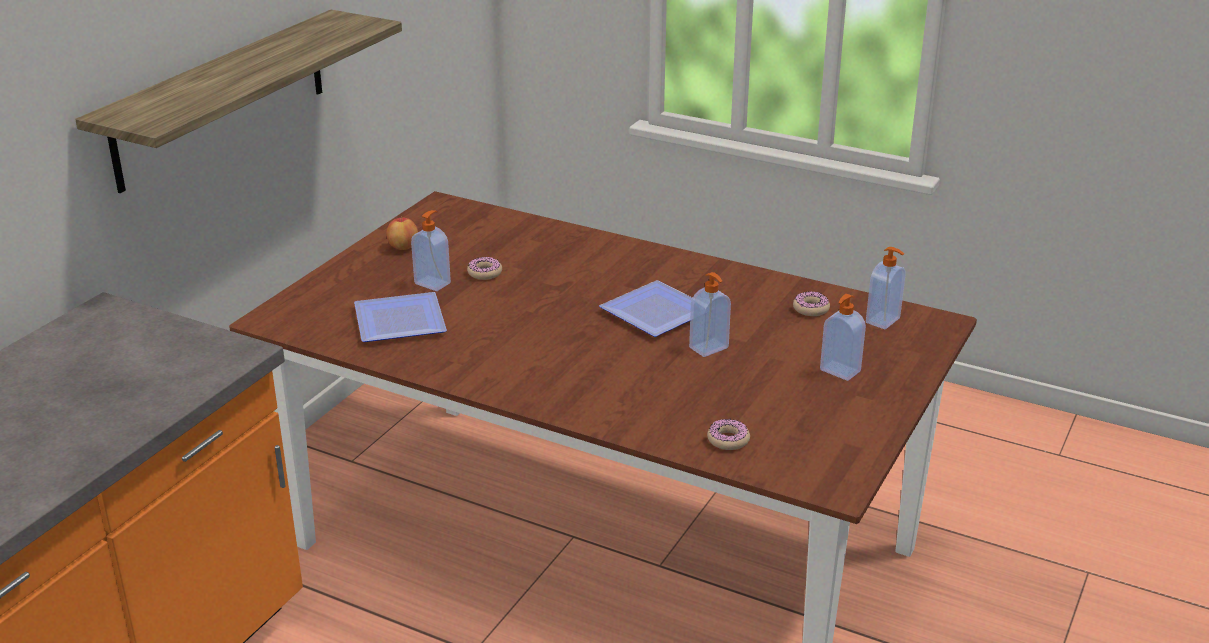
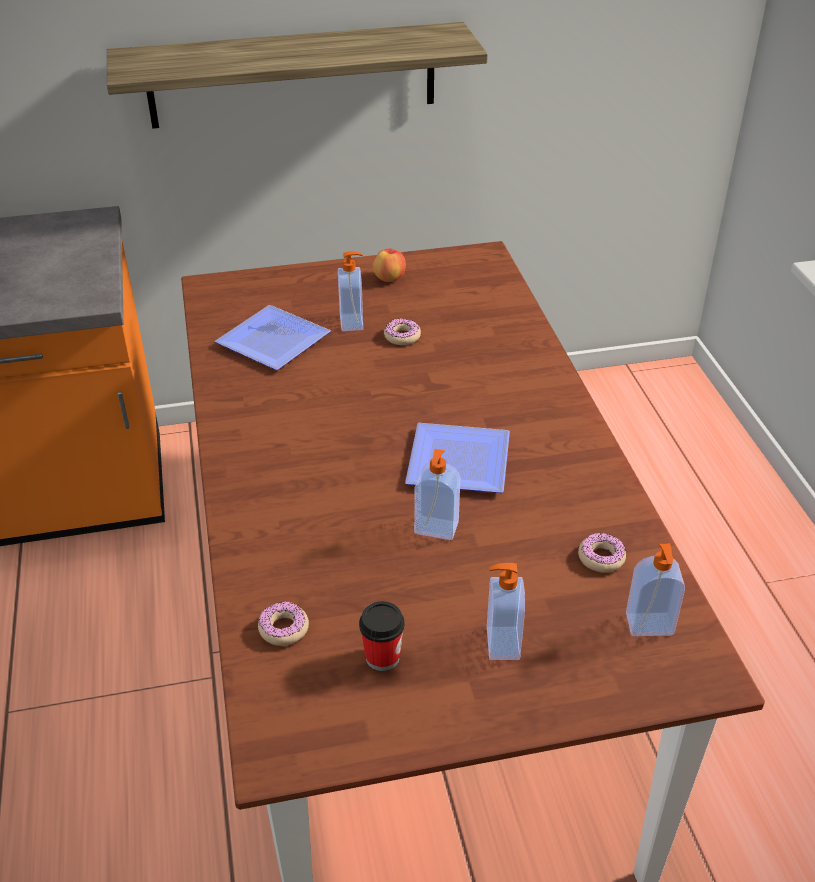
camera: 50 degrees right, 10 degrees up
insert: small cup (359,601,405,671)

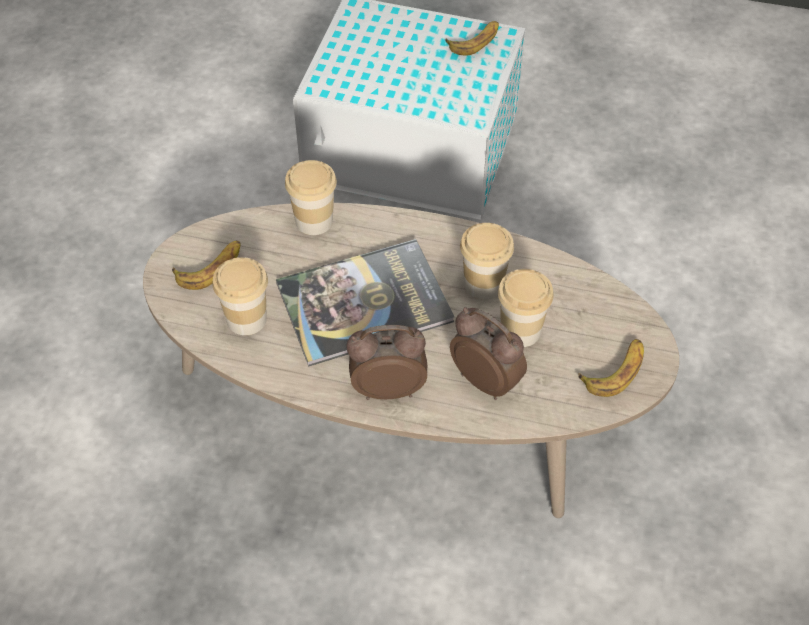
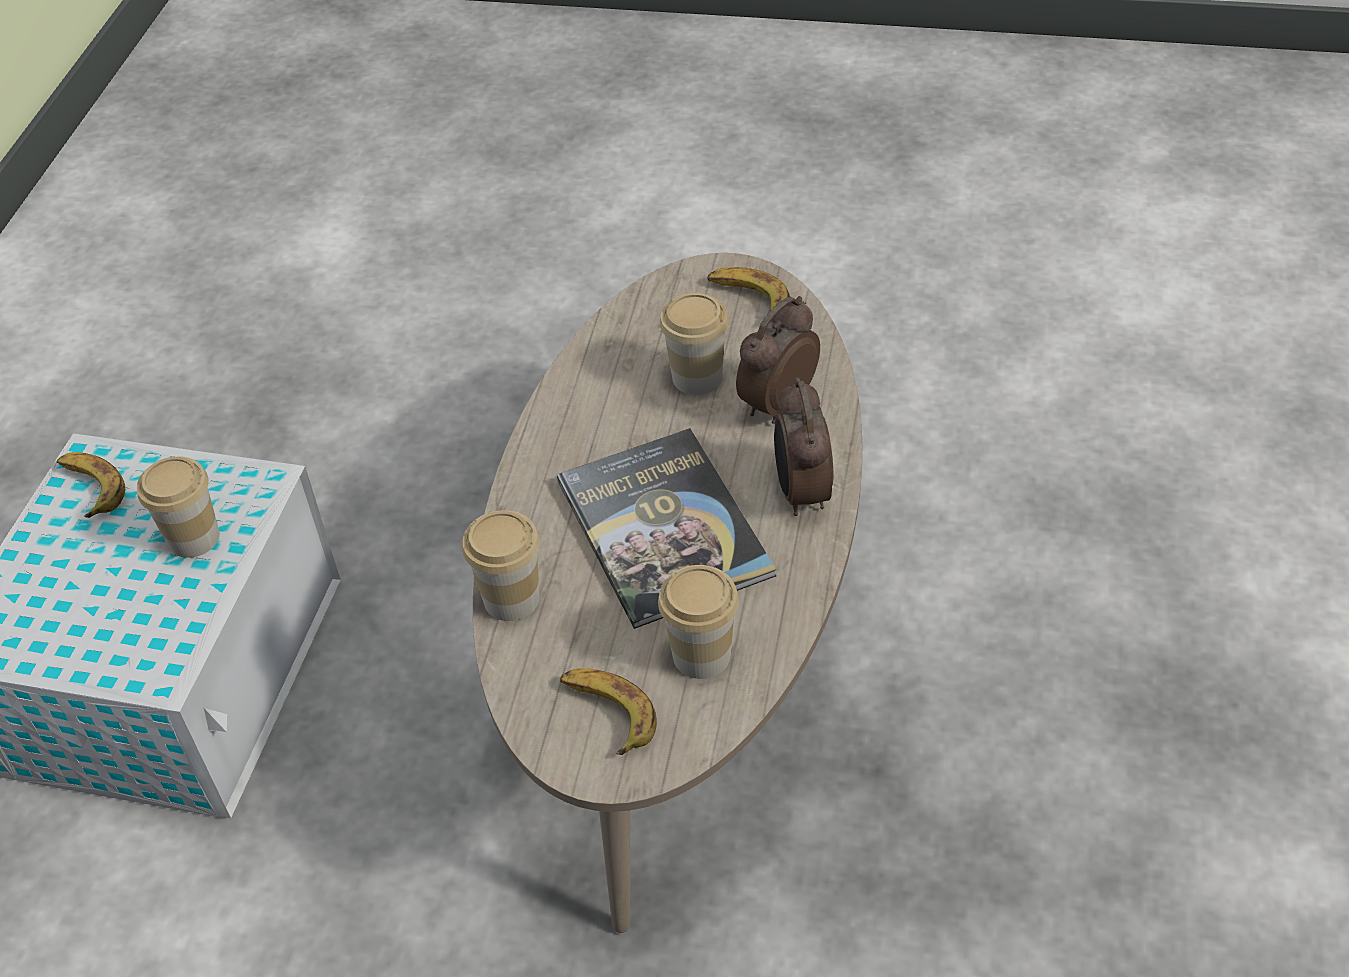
camera: 90 degrees left, 5 degrees down
move: small cup (460,223,514,300) to (137,457,220,558)

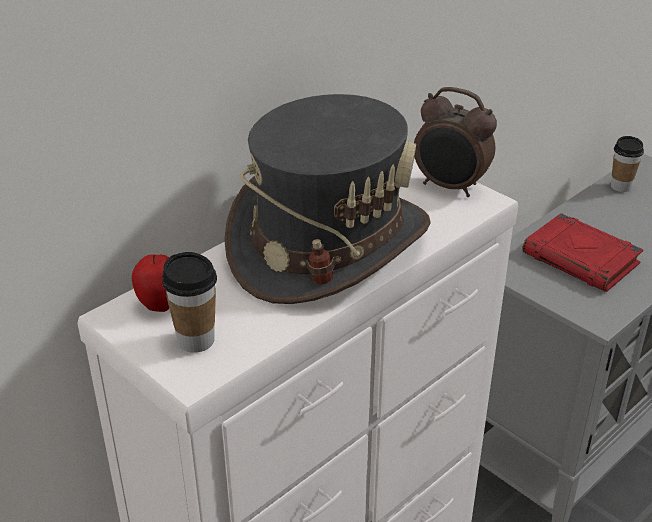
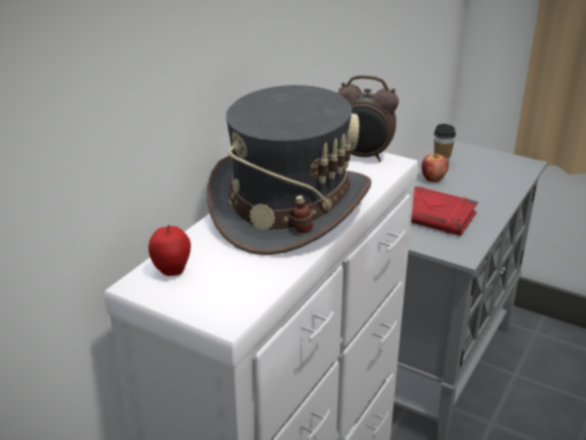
camera: 15 degrees left, 5 degrees down
delete: small cup (162,252,217,353)
insert: apple fruit (421,153,449,182)

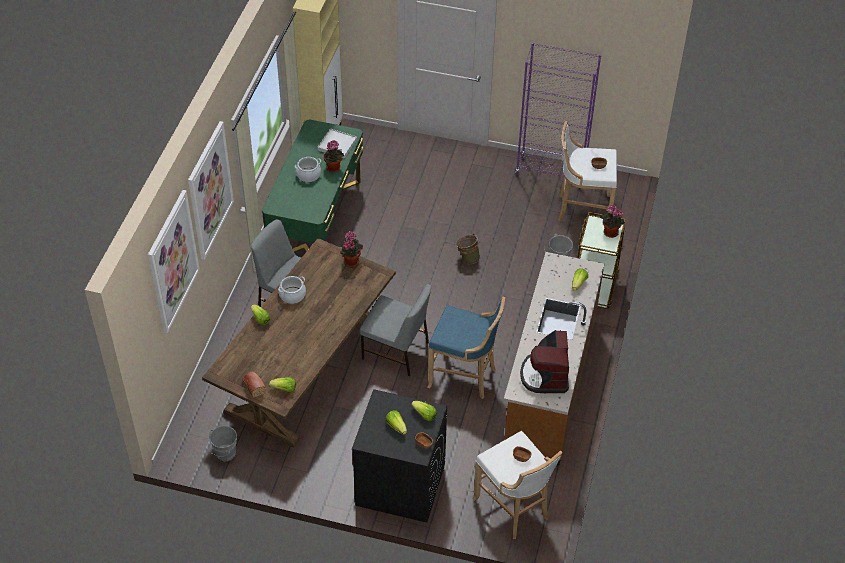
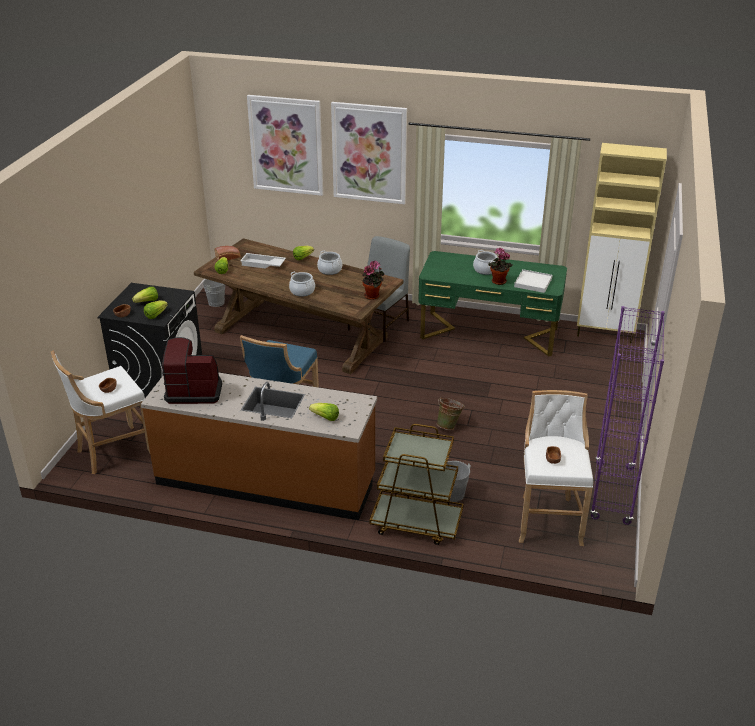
camera: 90 degrees right, 15 degrees down
delete: upright chair (grey) (360,284,431,376); houseplant (601,205,625,238)
insert: serving tray (white) (240,253,286,269); cooking pot (289,272,315,296)

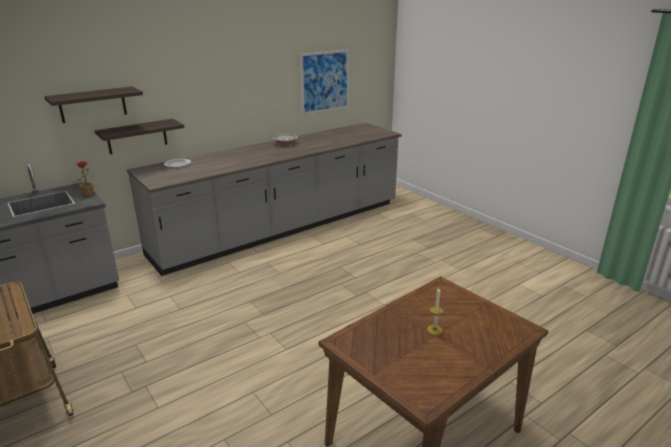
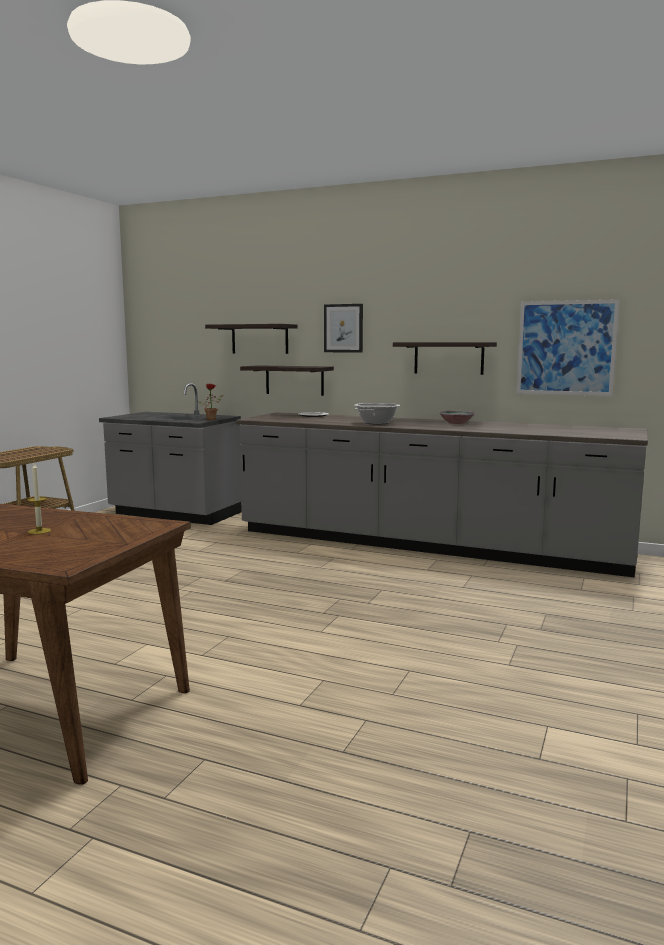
camera: 60 degrees right, 15 degrees down
insert: wall picture (324,304,363,353); cooking pot (354,403,400,424); bracket shelf (393,342,497,375)

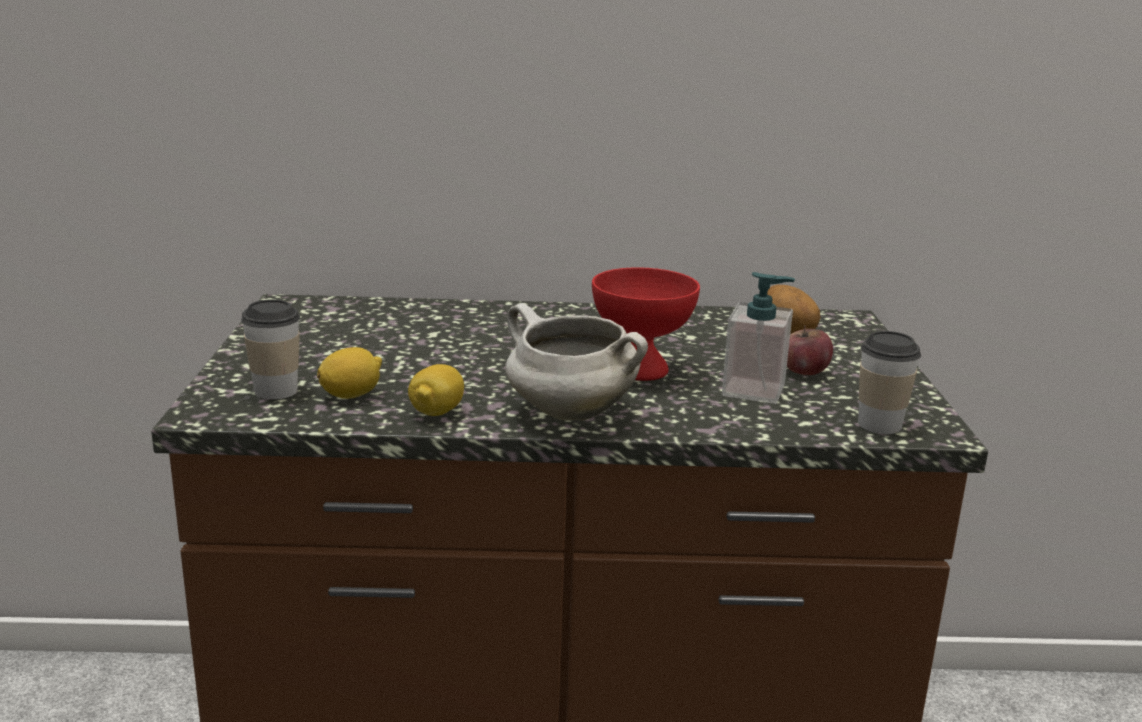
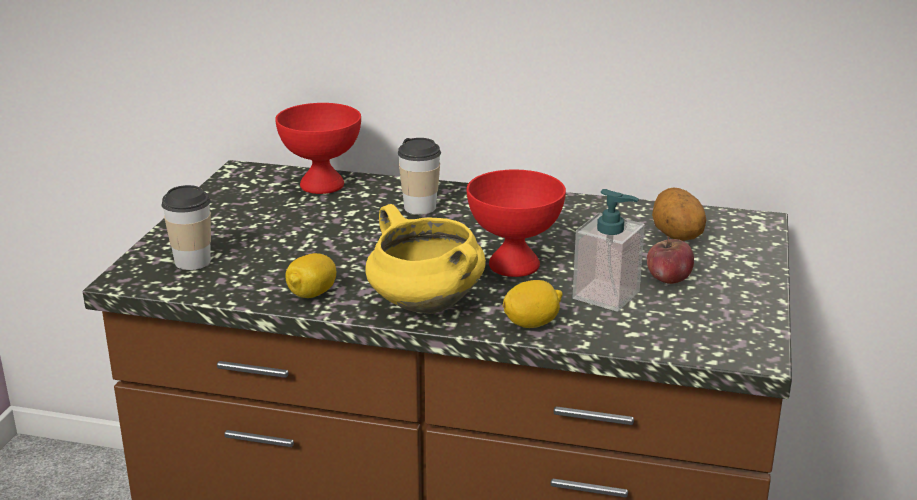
camera: 15 degrees right, 5 degrees up
insert: bowl (reddish) (275,103,361,194)
move: citrus fruit (317,347,382,399) to (503,280,563,328); small cup (858,331,921,434) to (397,138,441,215)
recolor: cooking pot (white) (505,303,648,421) to cooking pot (yellowish) (366,204,486,314)

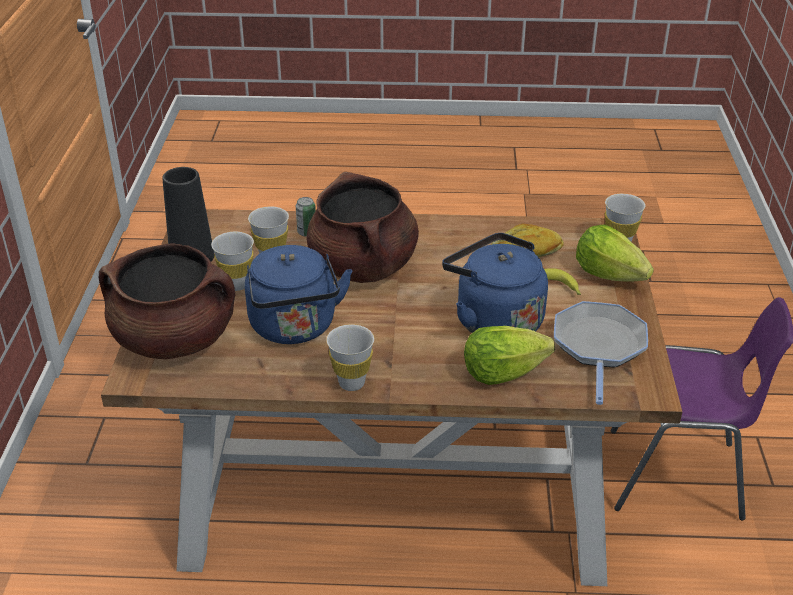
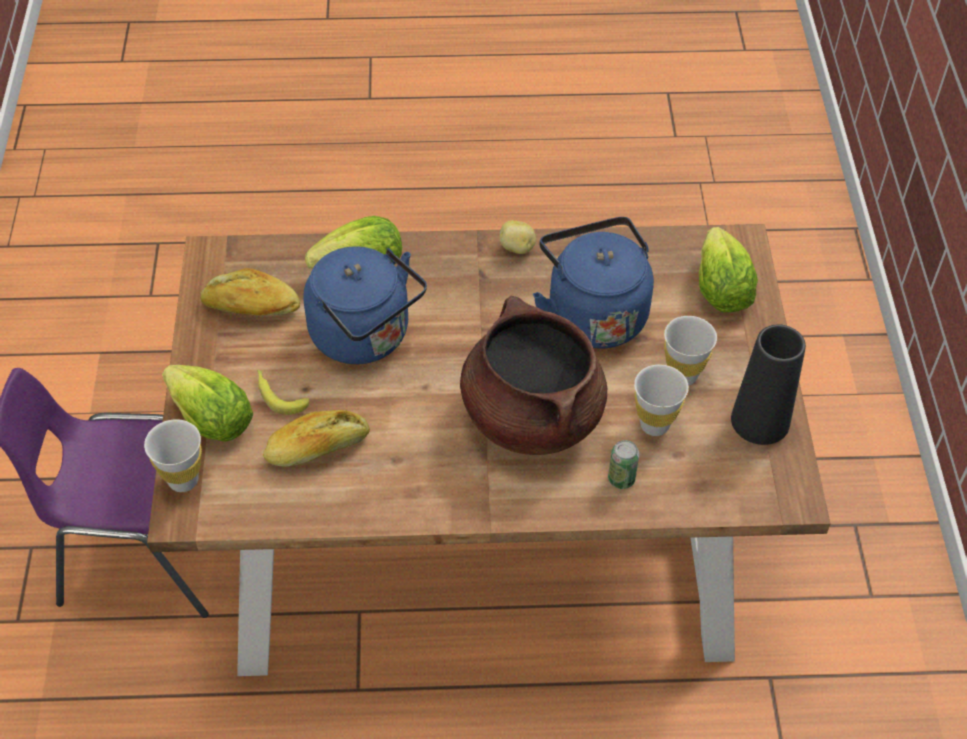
camera: 175 degrees right, 15 degrees up
replace: cooking pot (brown-coloured) (99,244,235,359) to head of lettuce (699,227,758,313); small cup (white) (327,324,374,391) to whole potato (500,220,536,254); pan (554,301,648,405) to bakery bread (200,268,300,315)

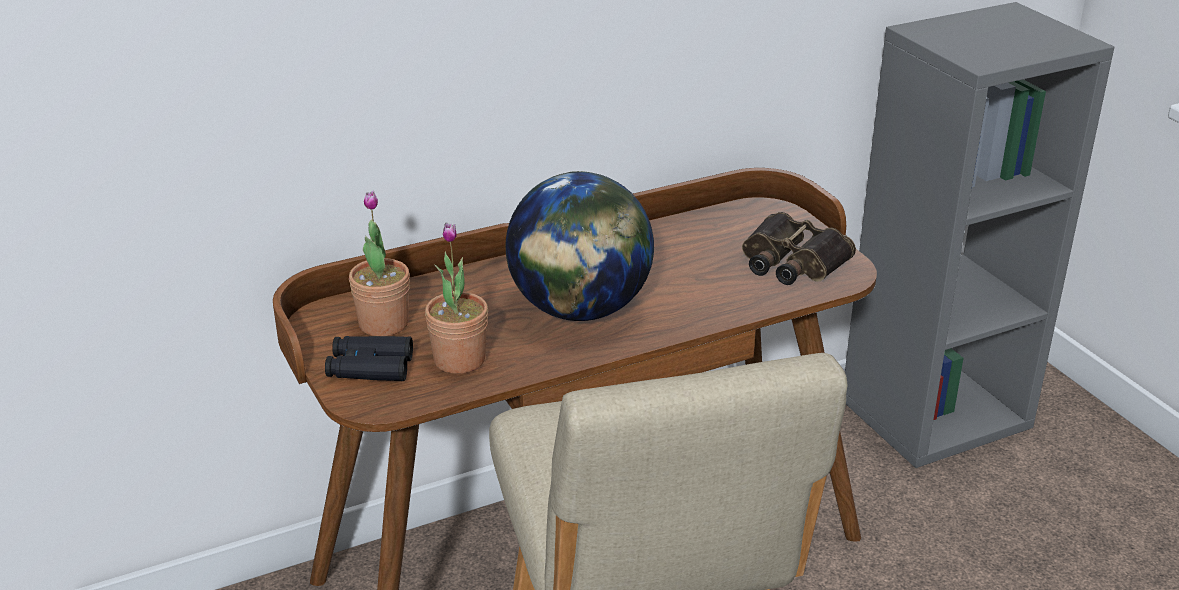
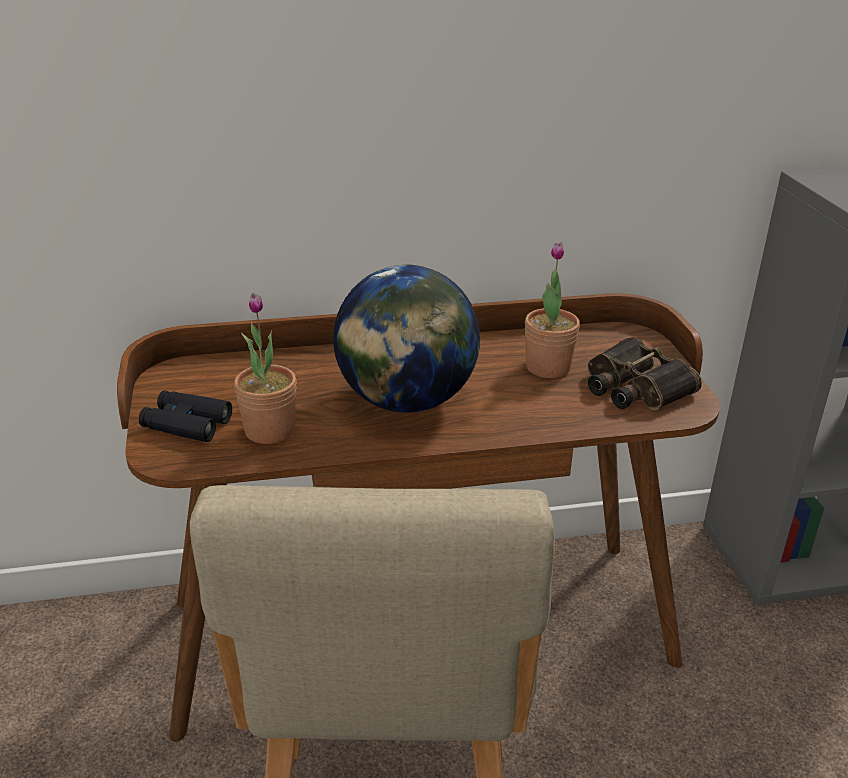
camera: 15 degrees right, 0 degrees up
move: houseplant (349,191,410,336) to (525,242,580,378)

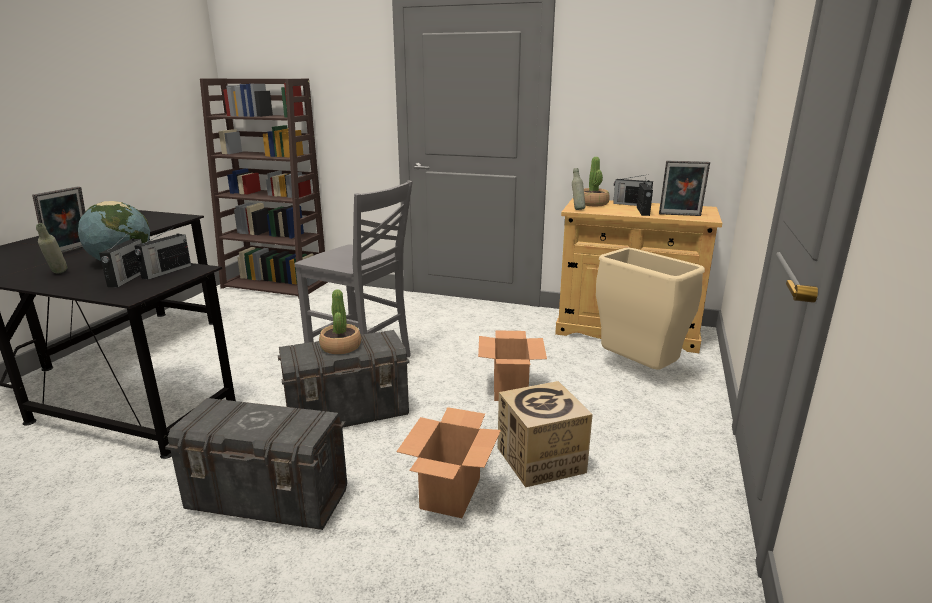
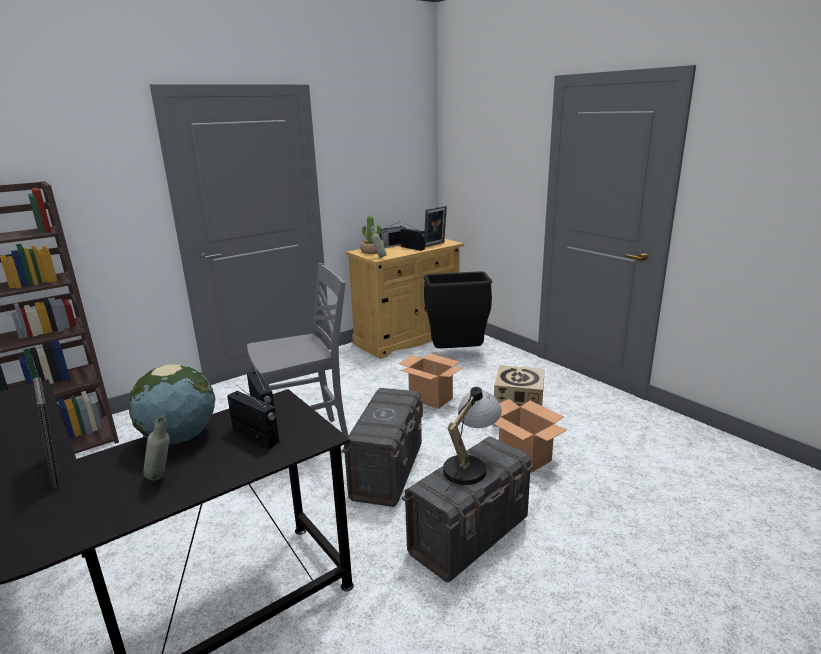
camera: 55 degrees left, 0 degrees up
delete: houseplant (319,289,361,354)
insert: lamp for a table (443,387,502,492)
recolor: rubbish bin (beige) (596,248,705,370) to rubbish bin (blackish) (424,271,492,349)

